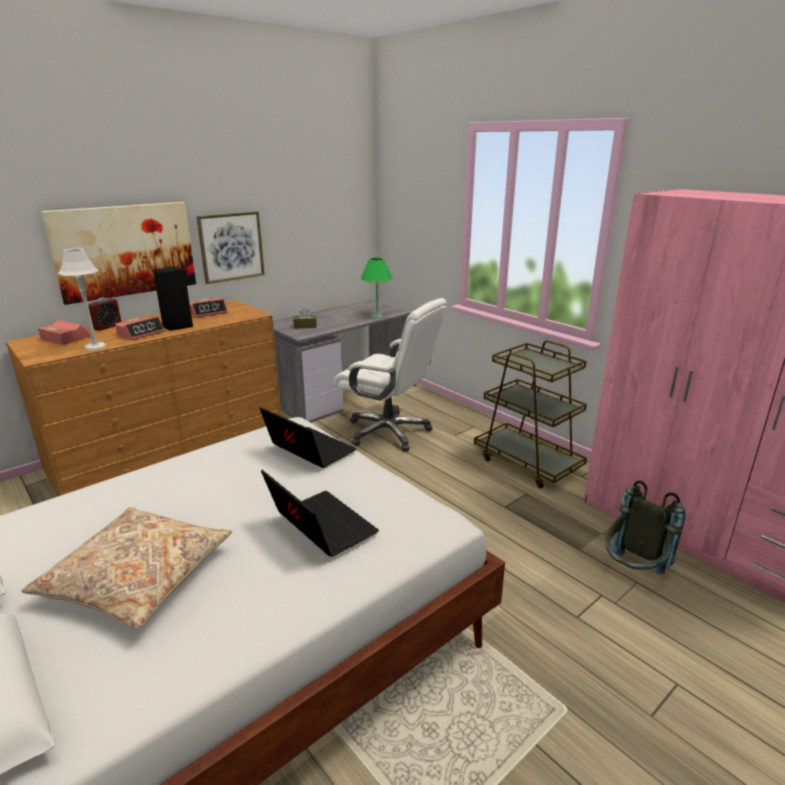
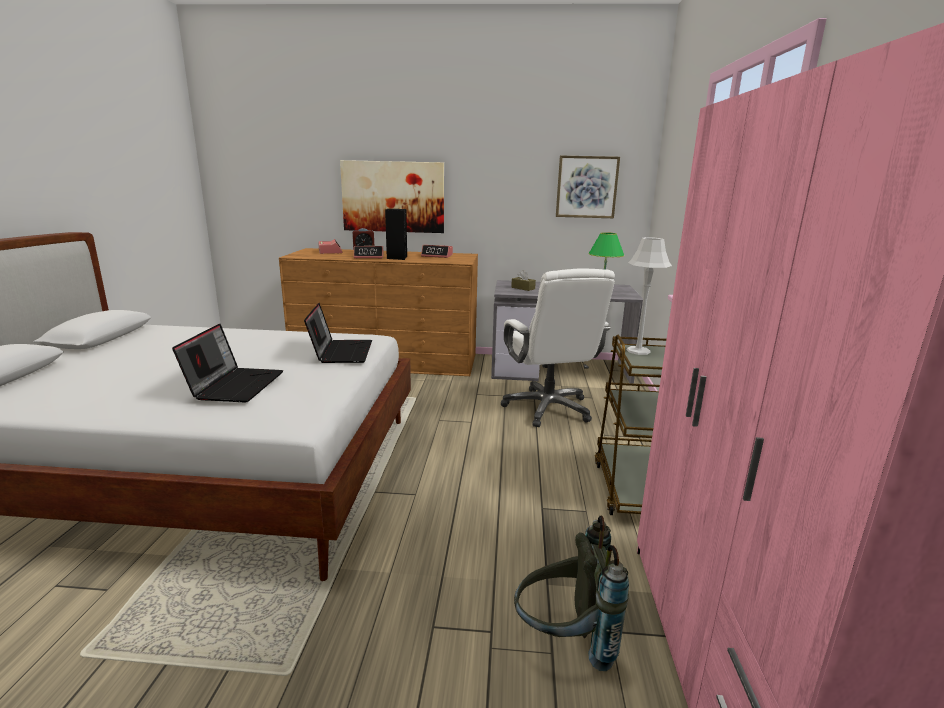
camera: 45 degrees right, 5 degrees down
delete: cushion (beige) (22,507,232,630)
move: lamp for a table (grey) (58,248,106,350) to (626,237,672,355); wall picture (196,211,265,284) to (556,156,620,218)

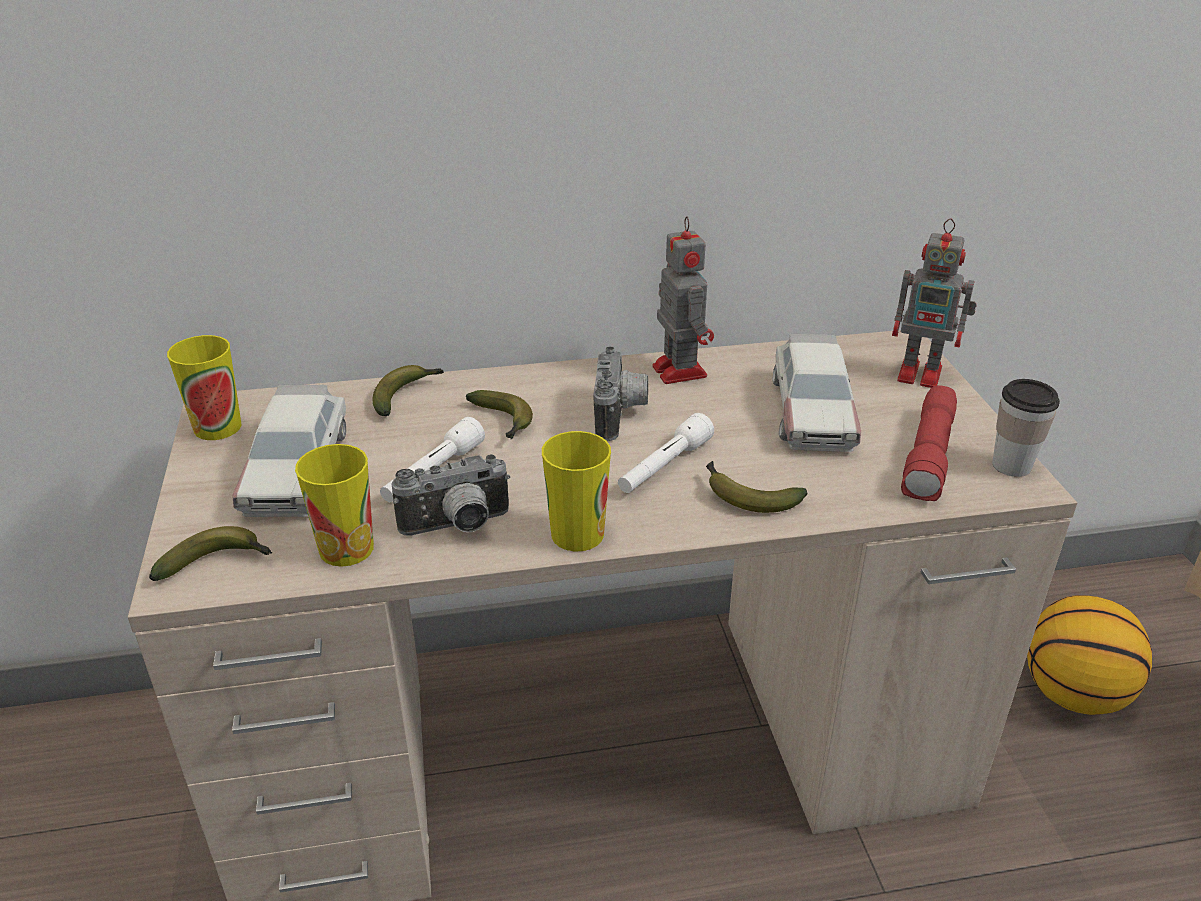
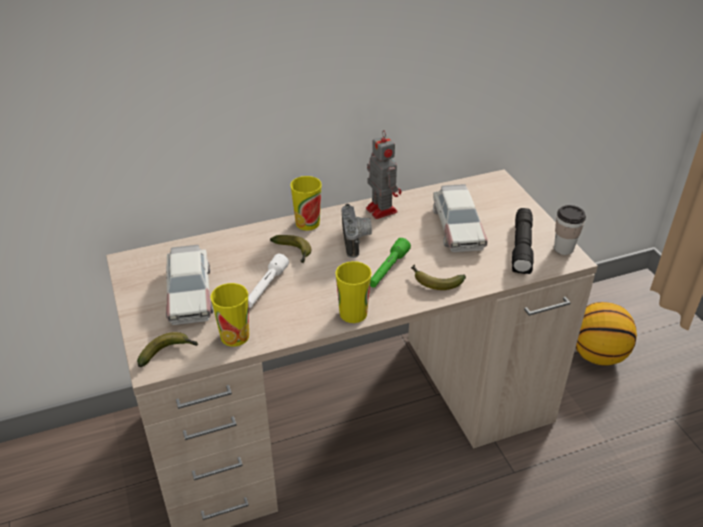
camera: 10 degrees left, 5 degrees up
delete: banana (373,365,444,416); photo camera (392,454,510,536); robot figure (892,218,977,388)
move: small cup (167,335,242,440) to (290,176,322,231)
recolor: torch (white) (618,413,714,493) to torch (green) (370,238,411,288); torch (reddish) (901,385,957,501) to torch (blackish) (512,208,534,274)

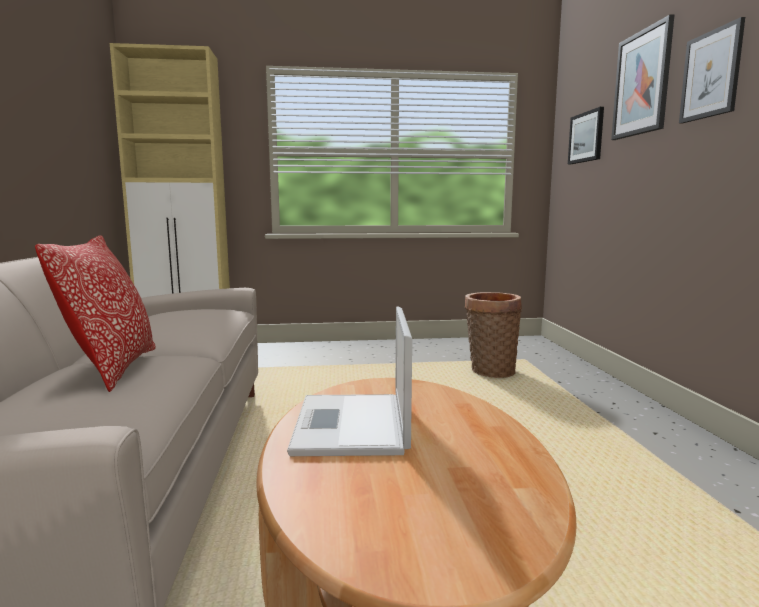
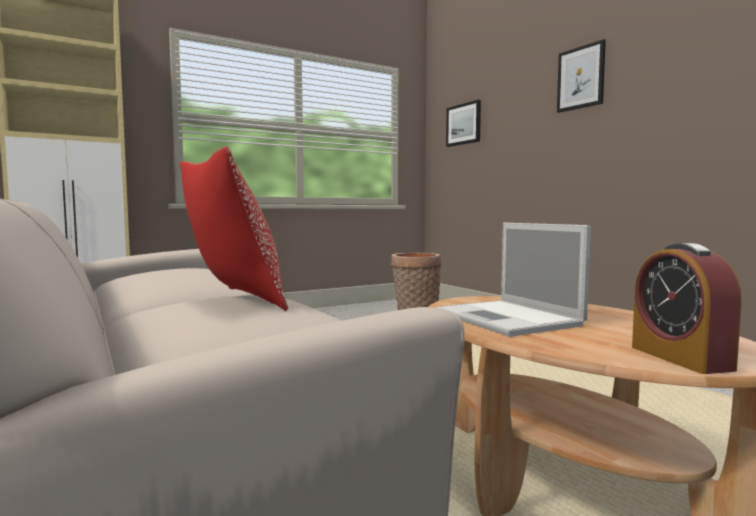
camera: 25 degrees left, 5 degrees down
delete: wall picture (611,14,674,140)
insert: table clock (632,243,742,374)

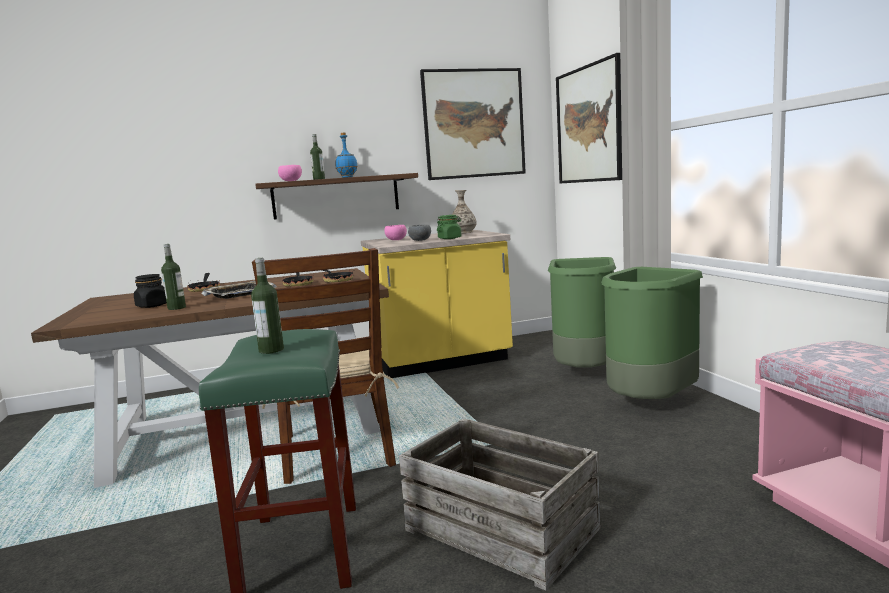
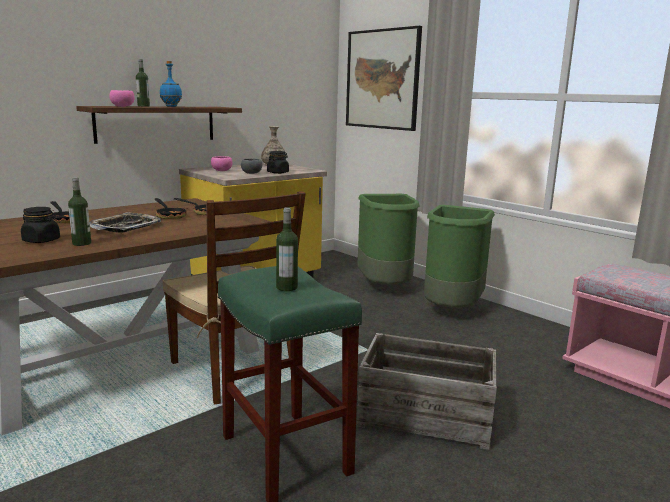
camera: 25 degrees left, 5 degrees up
delete: wall picture (420,68,526,180)
recolor: preserve jar (green) (437,215,462,239) to preserve jar (blackish) (267,151,289,174)

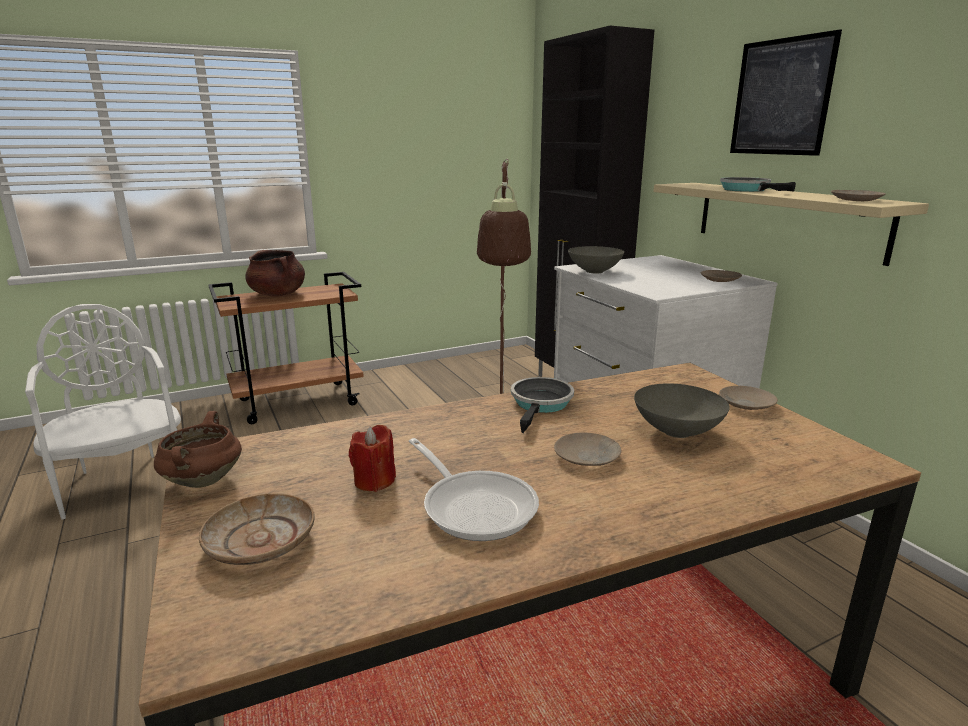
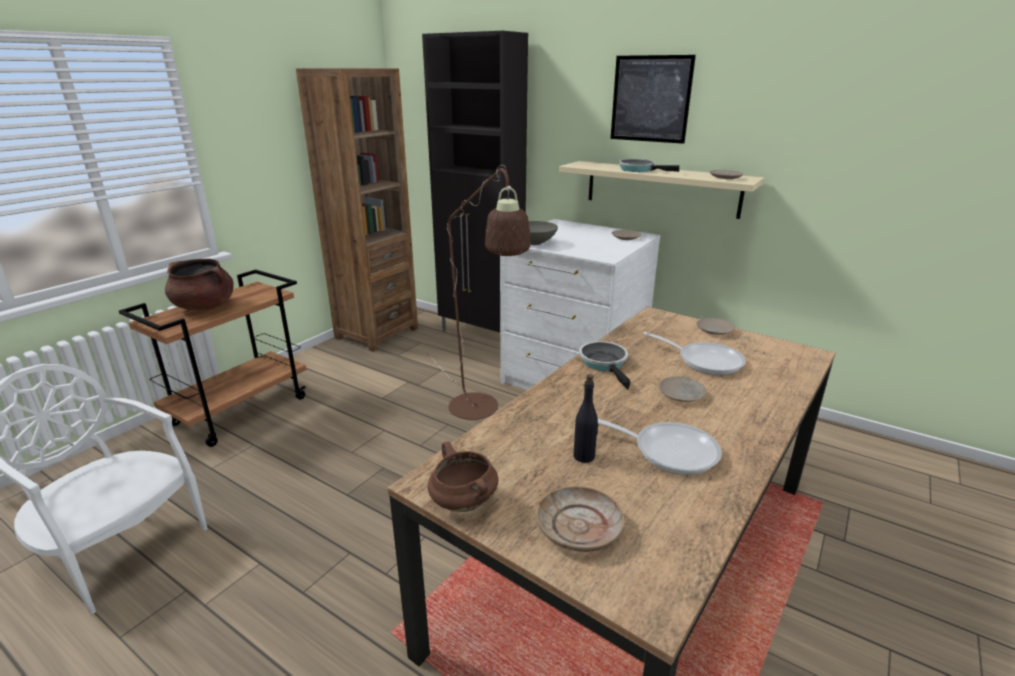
camera: 30 degrees left, 5 degrees up
insert: shelving unit (brown-coloured) (296,68,418,352)
replace: wax candle (reddish) (349,425,396,492) to beverage bottle (blackish) (573,374,598,463); bowl (grey) (634,383,730,438) to pan (643,332,746,375)

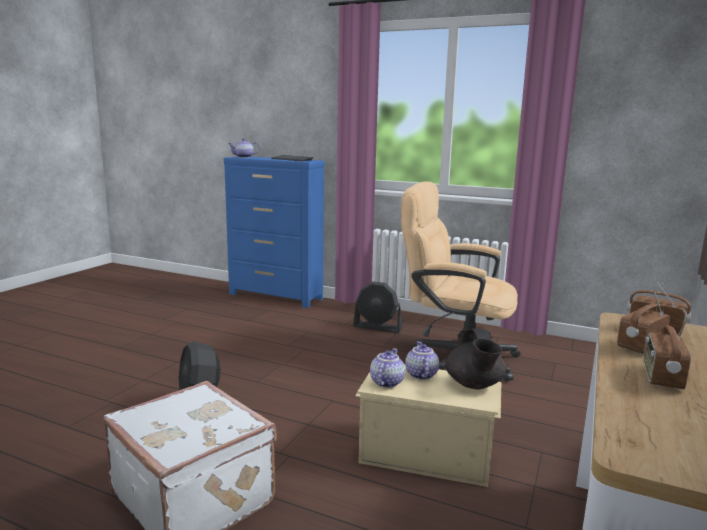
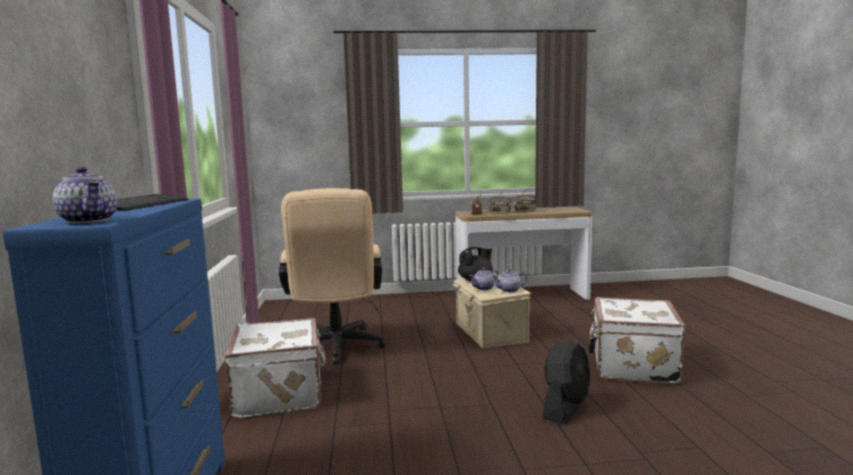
camera: 120 degrees left, 5 degrees down
replace: cooling fan (blackish) (353,281,403,333) to piece of luggage (white) (225,318,326,418)

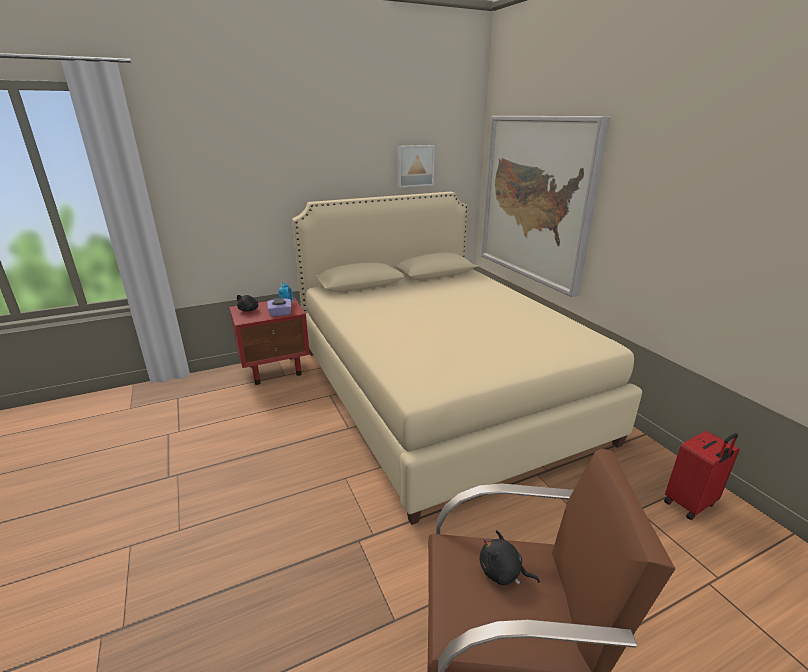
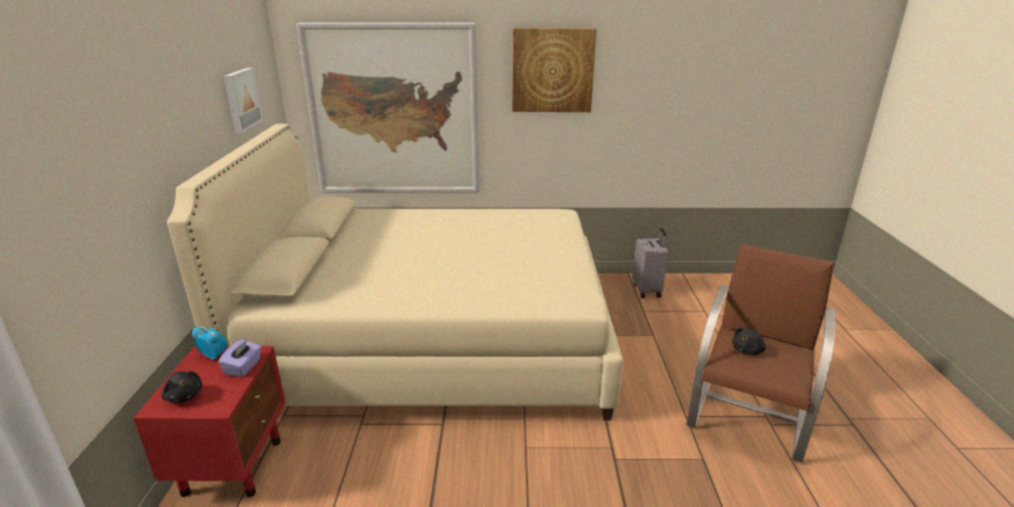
camera: 65 degrees left, 0 degrees up
insert: wall picture (512,28,597,112)
recolor: piece of luggage (reddish) (664,431,740,520) to piece of luggage (grey) (632,228,668,298)

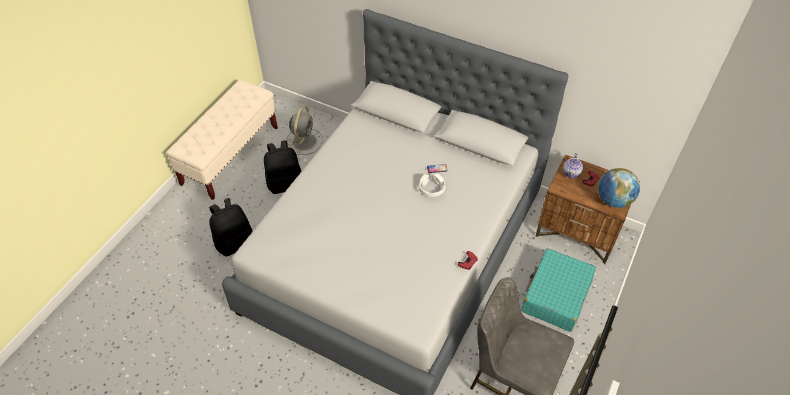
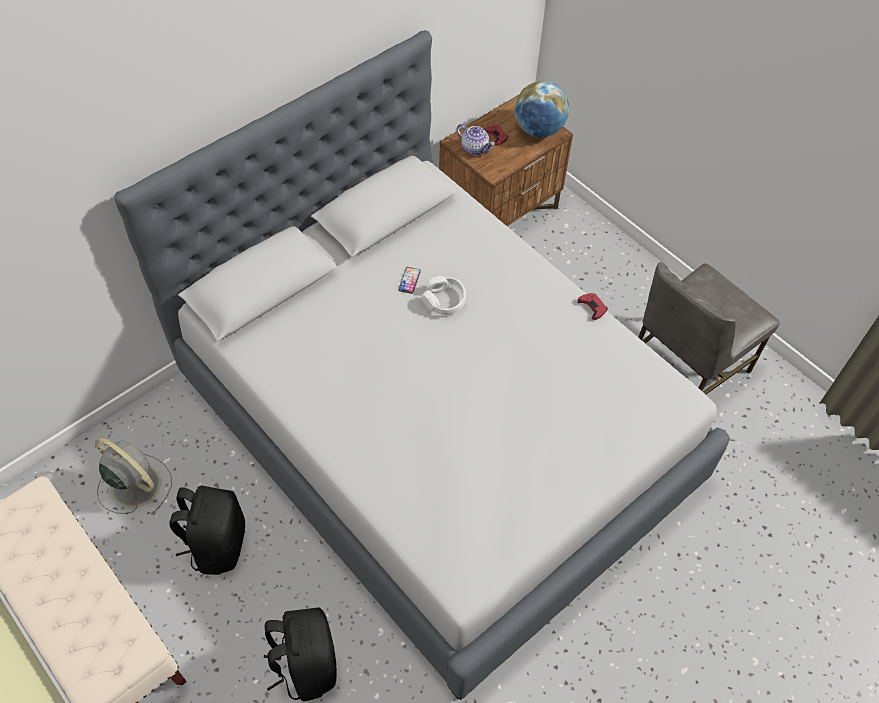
camera: 70 degrees left, 5 degrees up
delete: piece of luggage (turquoise-coloured) (521,248,596,332)

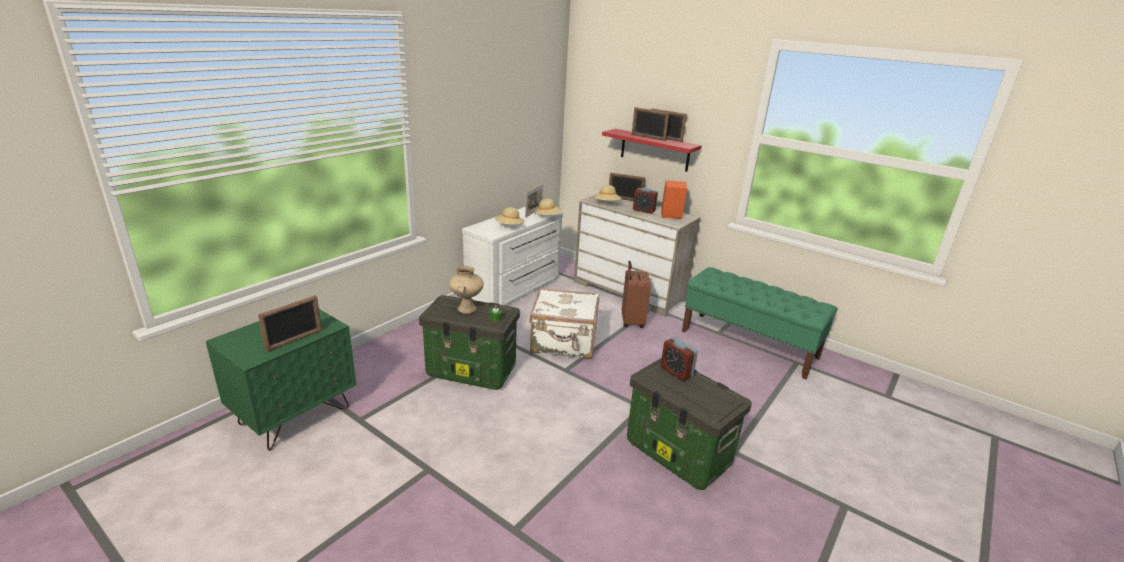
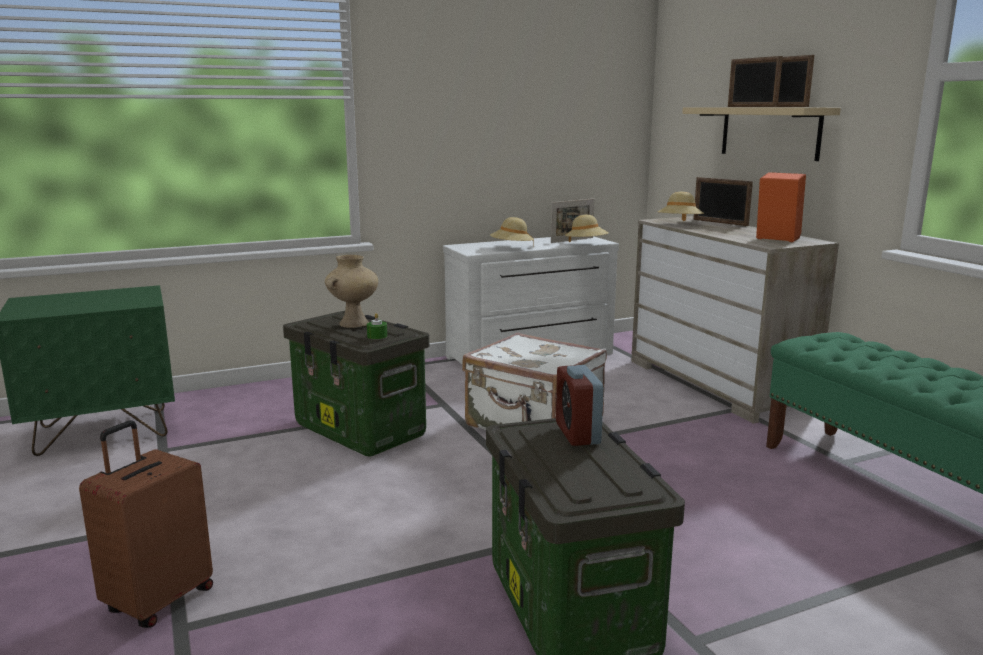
camera: 30 degrees right, 10 degrees down
delete: standing frame (258,295,322,352); table clock (633,188,658,214)
move: piece of luggage (brown-coloured) (622,261,651,328) to (79,420,213,628)
recolor: bracket shelf (reddish) (602,129,702,172) to bracket shelf (beige) (682,107,841,161)

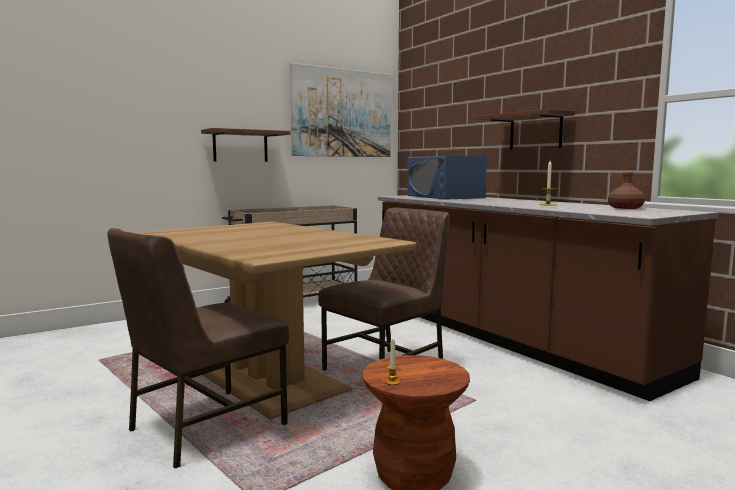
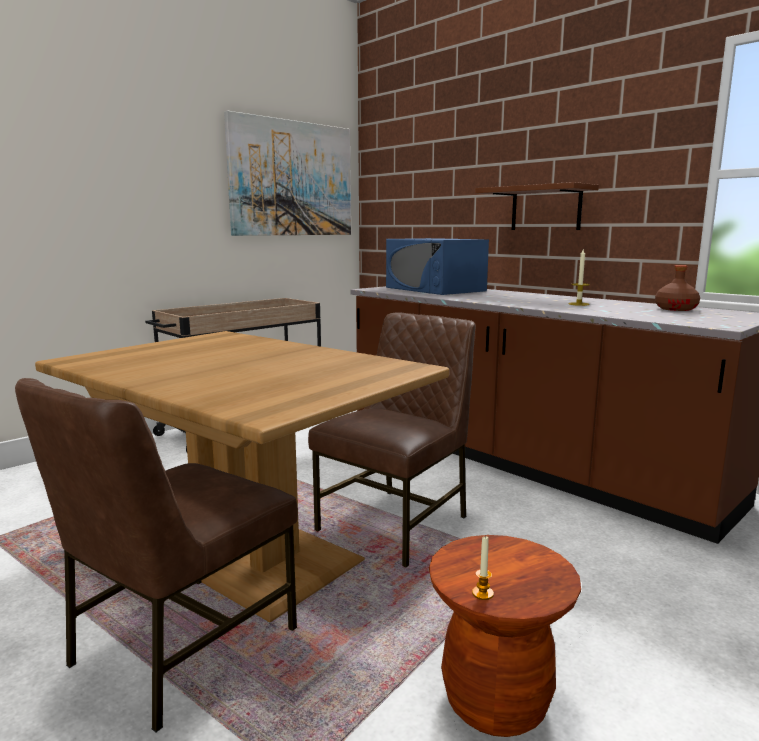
camera: 10 degrees left, 5 degrees up
delete: bracket shelf (brown-coloured) (201,128,291,162)

